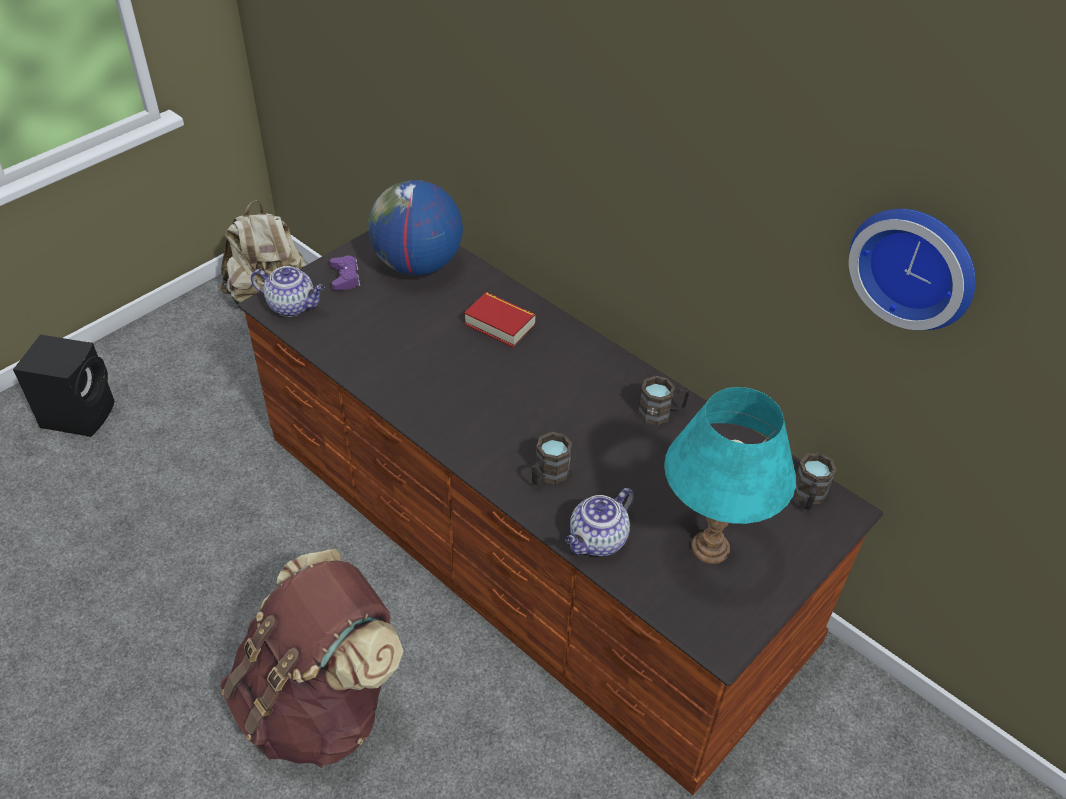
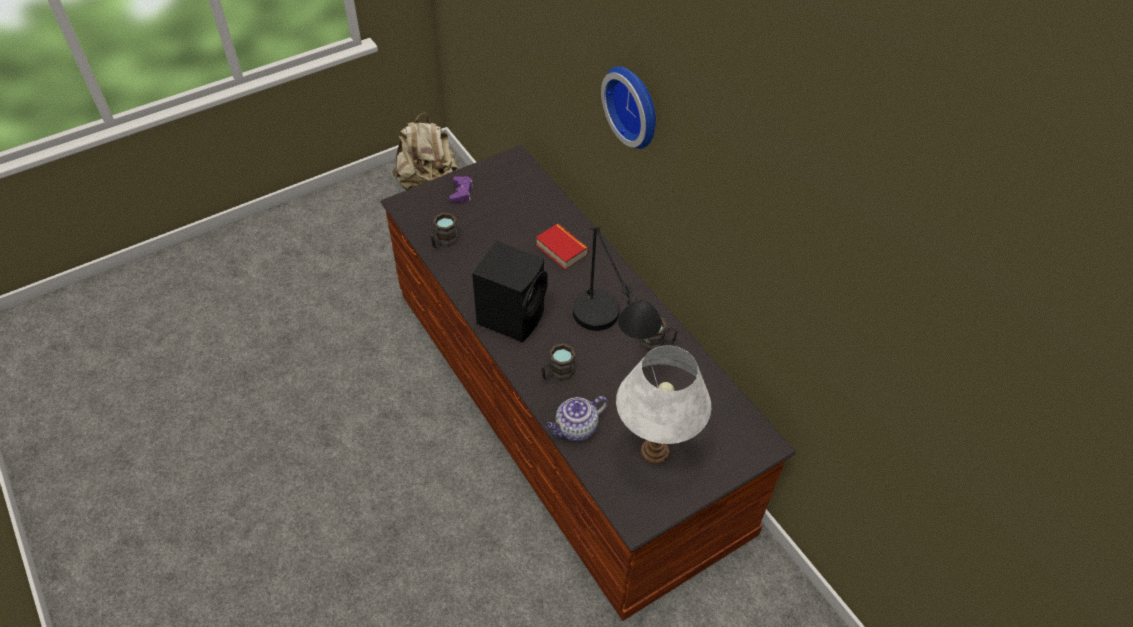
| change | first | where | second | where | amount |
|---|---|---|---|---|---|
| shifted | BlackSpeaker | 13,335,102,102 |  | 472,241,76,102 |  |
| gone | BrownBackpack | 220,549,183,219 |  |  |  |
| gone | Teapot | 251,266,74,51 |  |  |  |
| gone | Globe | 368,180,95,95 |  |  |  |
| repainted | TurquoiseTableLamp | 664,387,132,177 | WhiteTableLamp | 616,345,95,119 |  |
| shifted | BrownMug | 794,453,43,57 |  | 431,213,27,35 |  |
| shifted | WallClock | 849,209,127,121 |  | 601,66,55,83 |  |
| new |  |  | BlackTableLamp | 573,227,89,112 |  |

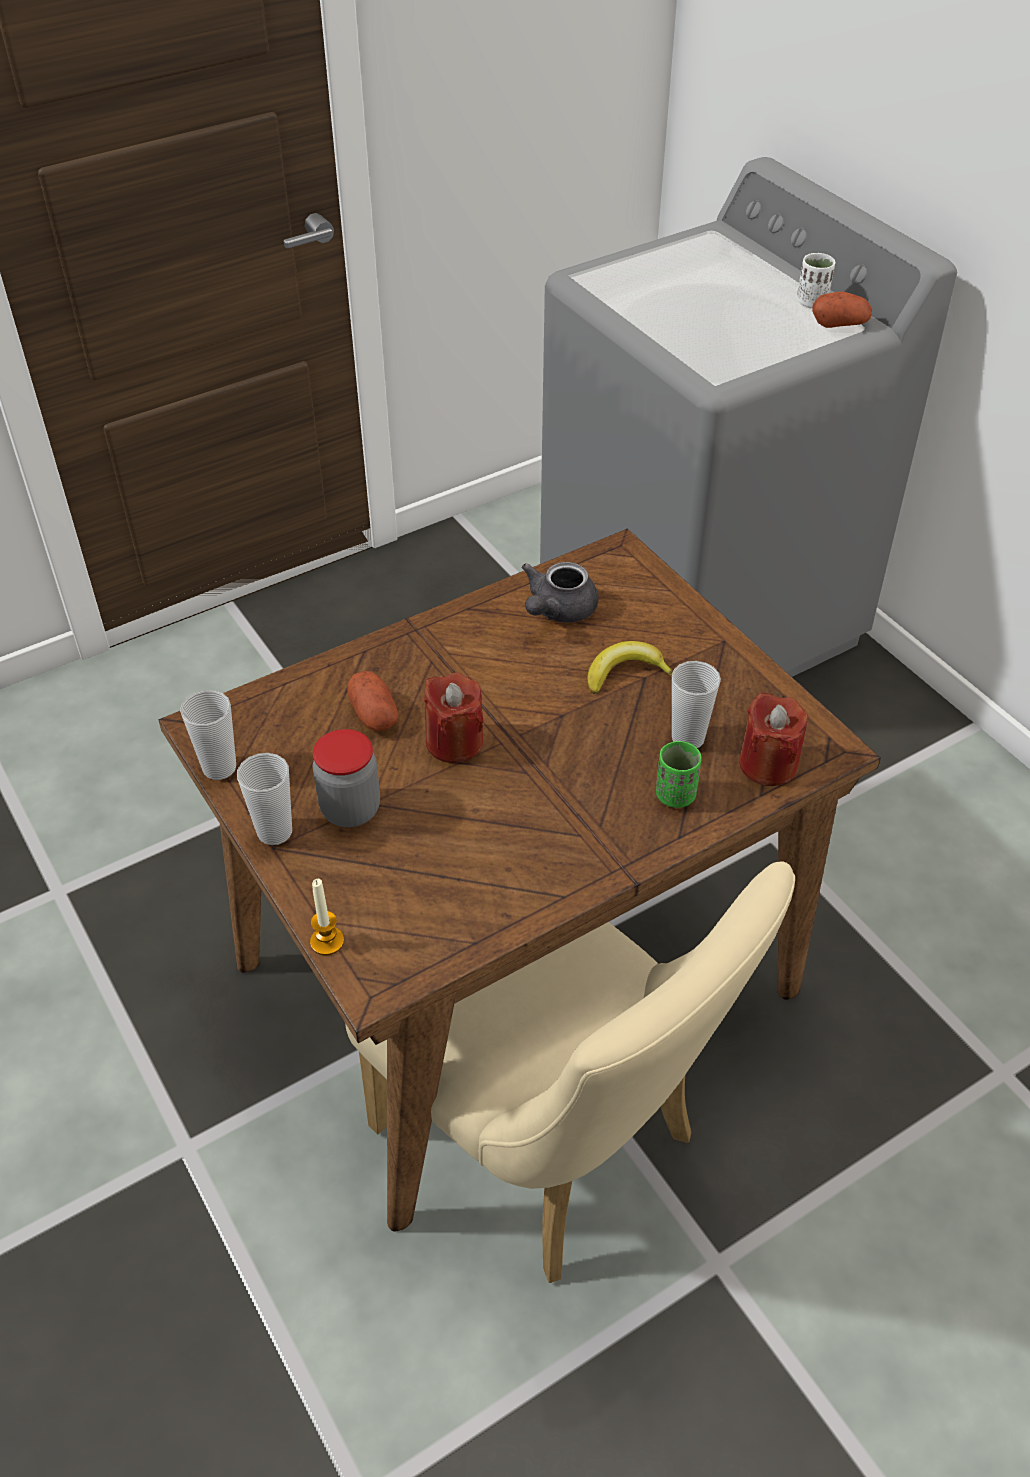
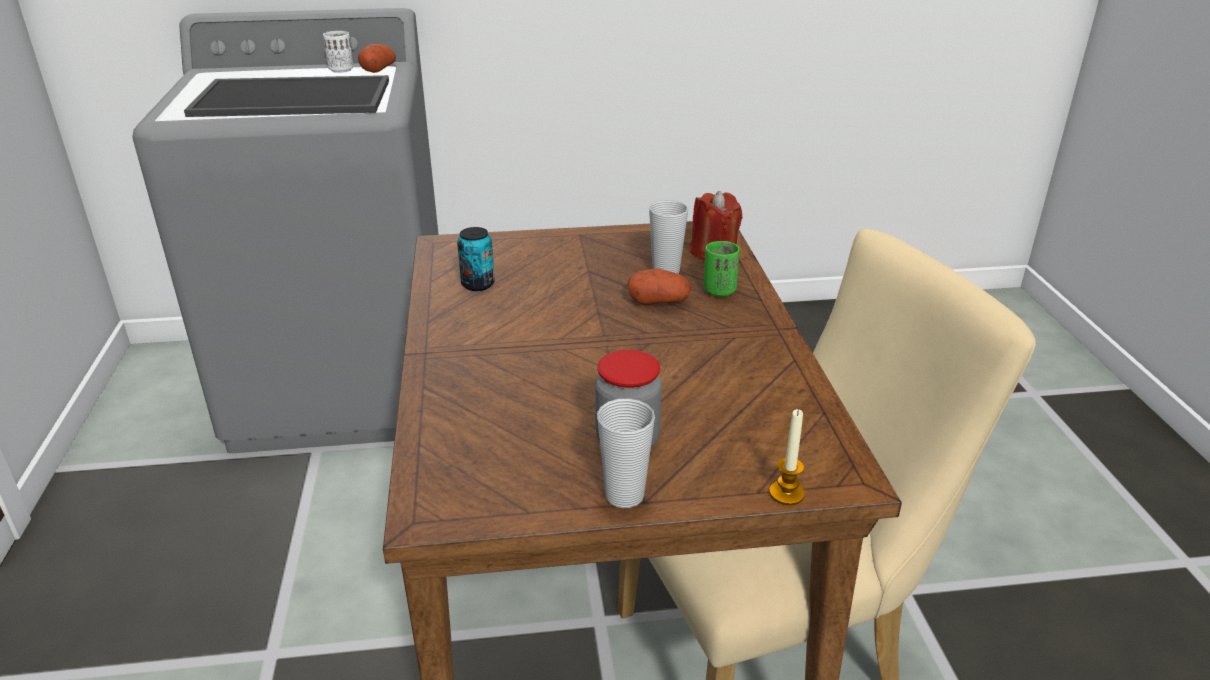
| change | first | where | second | where | amount |
|---|---|---|---|---|---|
| gone | Cup | 180,690,56,90 |  |  |  |
| shifted | Potato | 347,671,51,60 |  | 628,268,63,37 |  |
| gone | RedCandle | 424,673,60,90 |  |  |  |
| swapped | GreyTeapot | 521,562,78,61 | Can | 457,227,38,64 |  |
| gone | Banana | 587,641,86,53 |  |  |  |
| new |  |  | Tray | 184,75,205,42 |  |

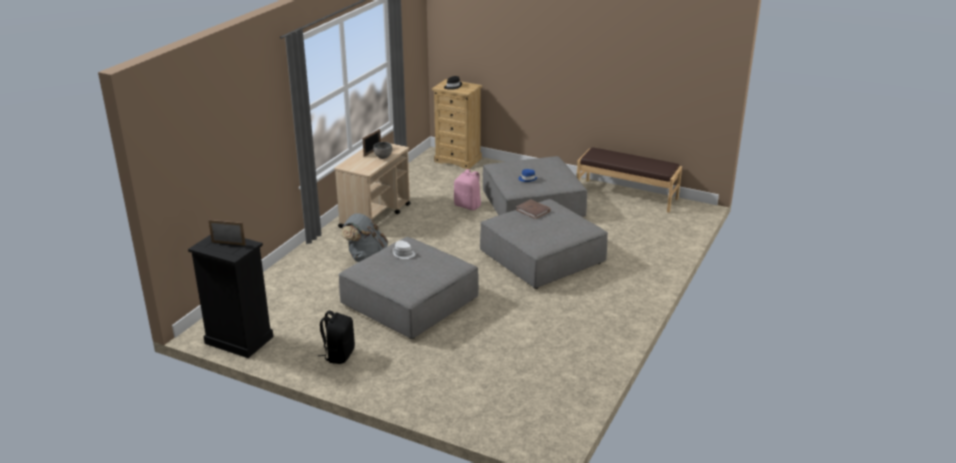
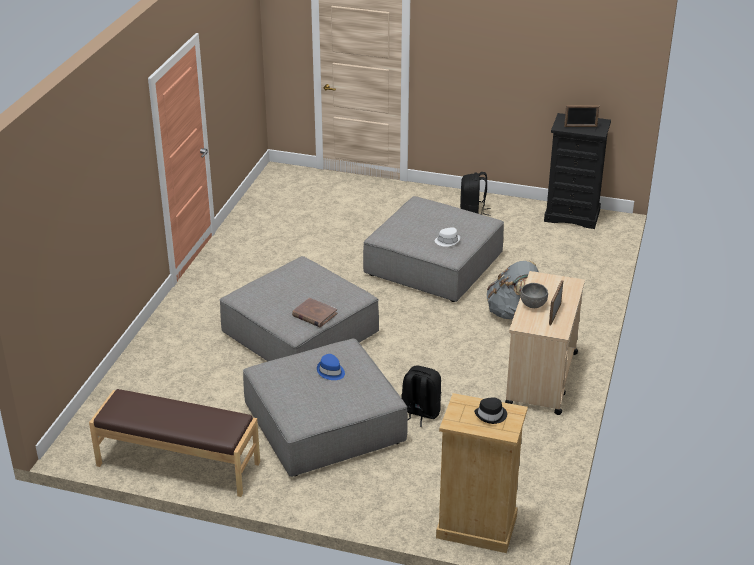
| change | first | where | second | where | amount |
|---|---|---|---|---|---|
| repainted | PinkBackpack | 454,169,27,41 | BlackBackpack | 401,366,40,61 |  |

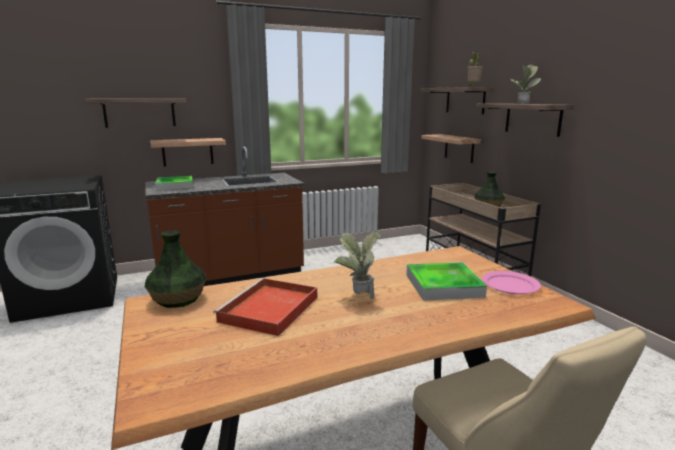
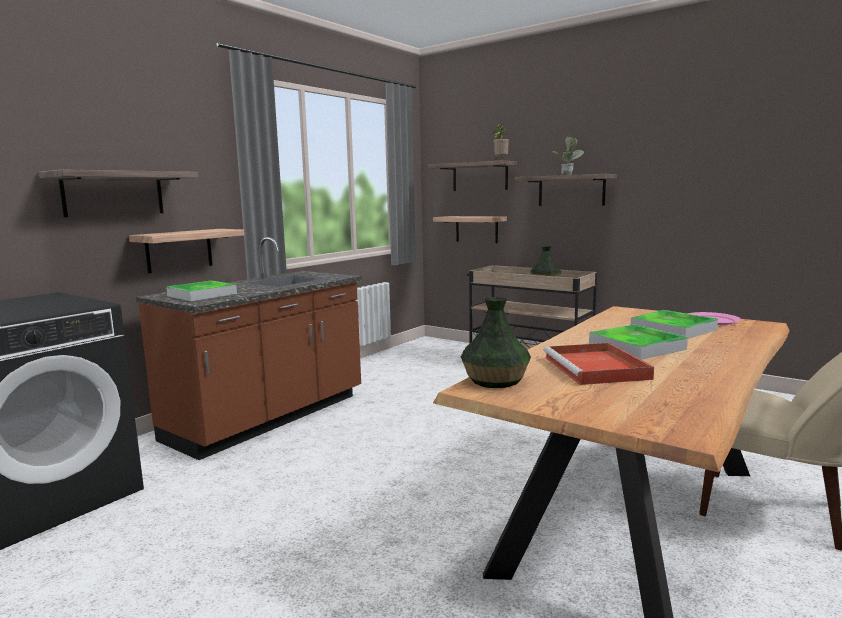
| change | first | where | second | where | amount |
|---|---|---|---|---|---|
| swapped | PottedPlant | 334,232,46,67 | Tray | 589,324,99,36 |  |

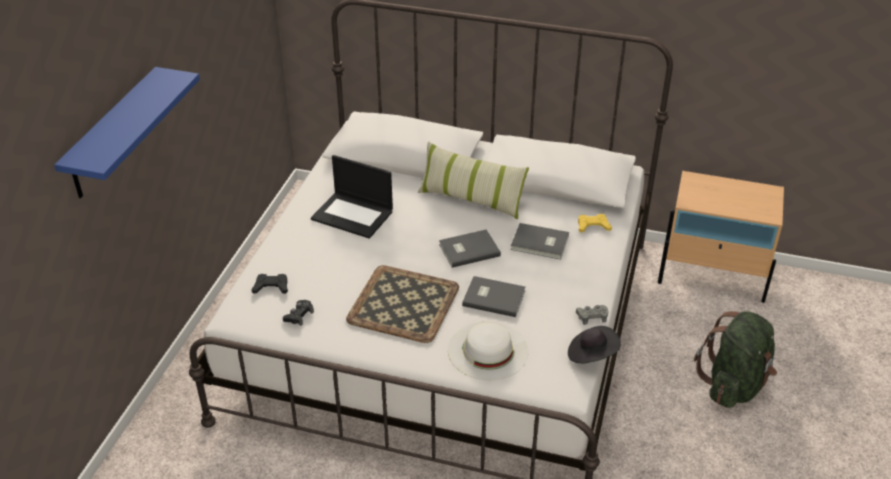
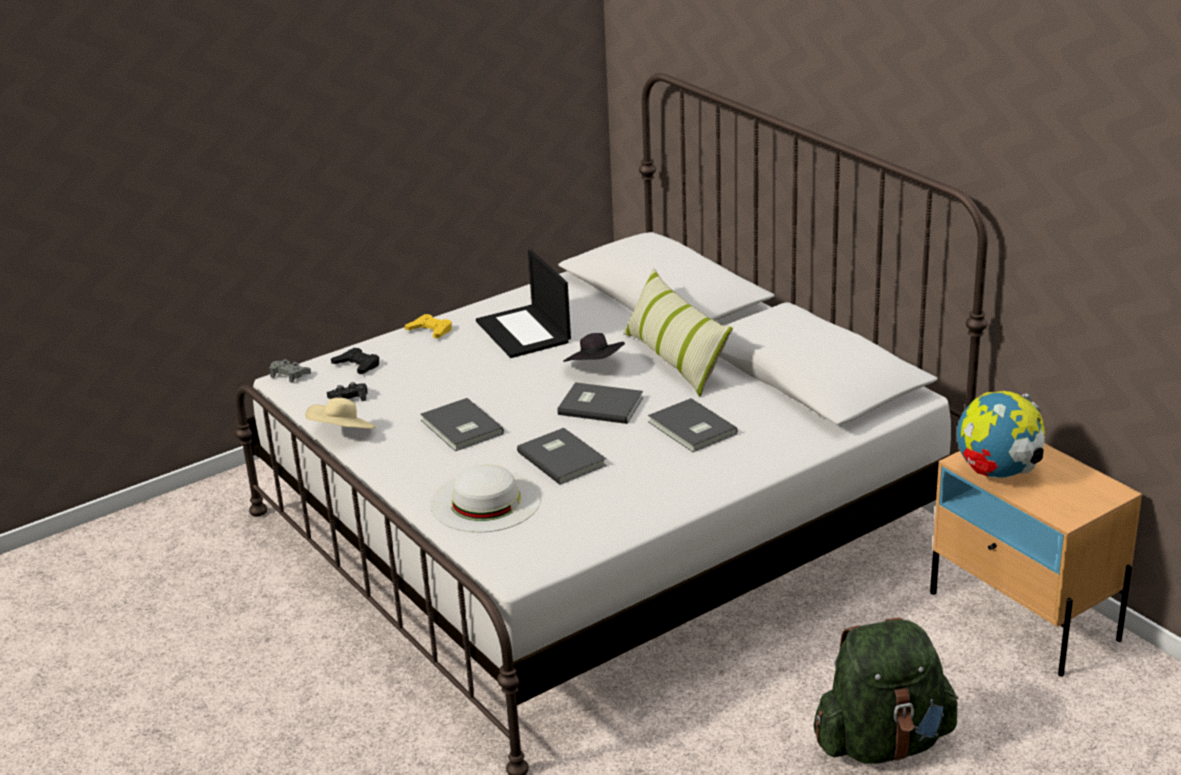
| change | first | where | second | where | amount |
|---|---|---|---|---|---|
| gone | BlueShelf | 54,67,146,131 |  |  |  |
| swapped | Tray | 346,265,113,78 | GreyBook | 420,398,84,53 |  |
| shifted | BlackHat | 568,326,53,37 |  | 563,333,62,29 |  |
| shifted | GreyGameController | 576,305,33,20 |  | 269,359,42,24 |  |
| shifted | YellowGameController | 578,214,34,18 |  | 405,314,47,24 |  |
| new |  |  | BeigeHat | 305,398,71,31 |  |
| new |  |  | Globe | 957,391,88,87 |  |

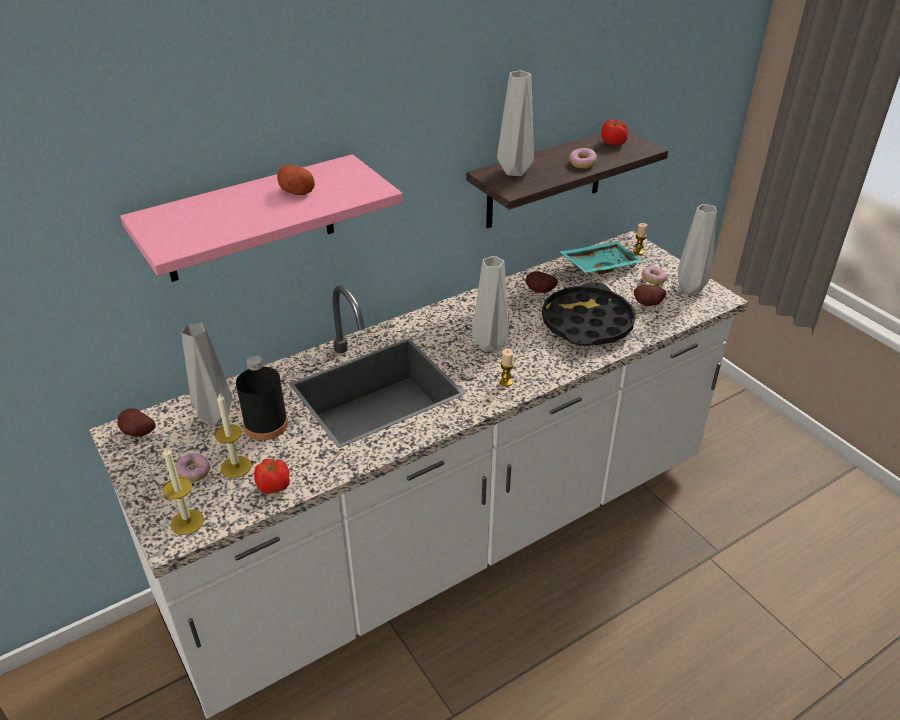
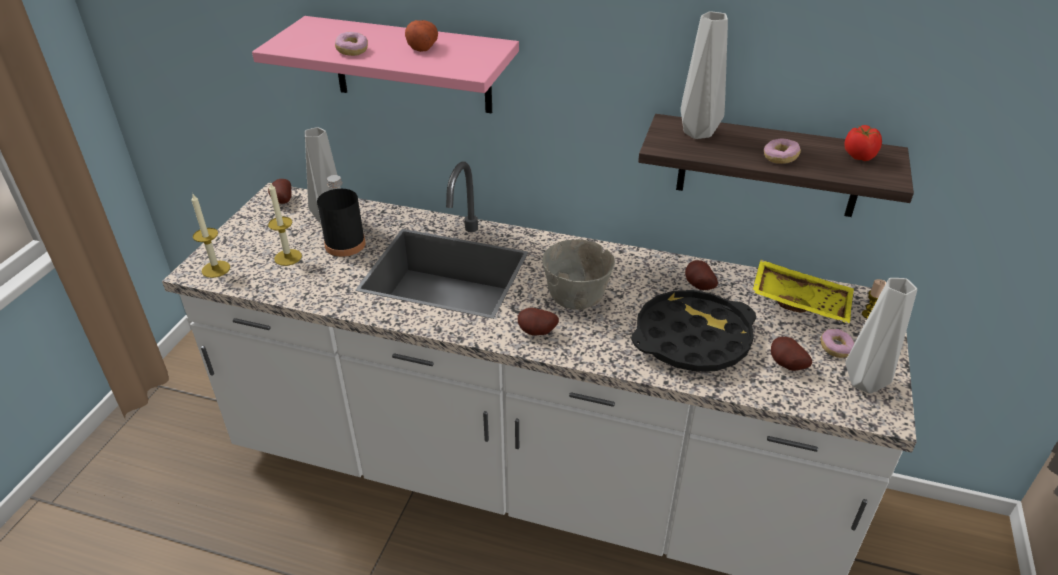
| change | first | where | second | where | amount |
|---|---|---|---|---|---|
| shifted | Donut | 176,453,34,29 |  | 335,32,33,24 |  |
| gone | Tomato | 254,458,36,36 |  |  |  |
| swapped | GreyVase | 472,256,37,96 | GreyBowl | 542,239,73,71 |  |
| swapped | Candle | 500,349,14,37 | Potato | 518,308,41,27 |  |
| repainted | TurquoiseTray | 559,241,85,34 | YellowTray | 752,259,102,65 |  |

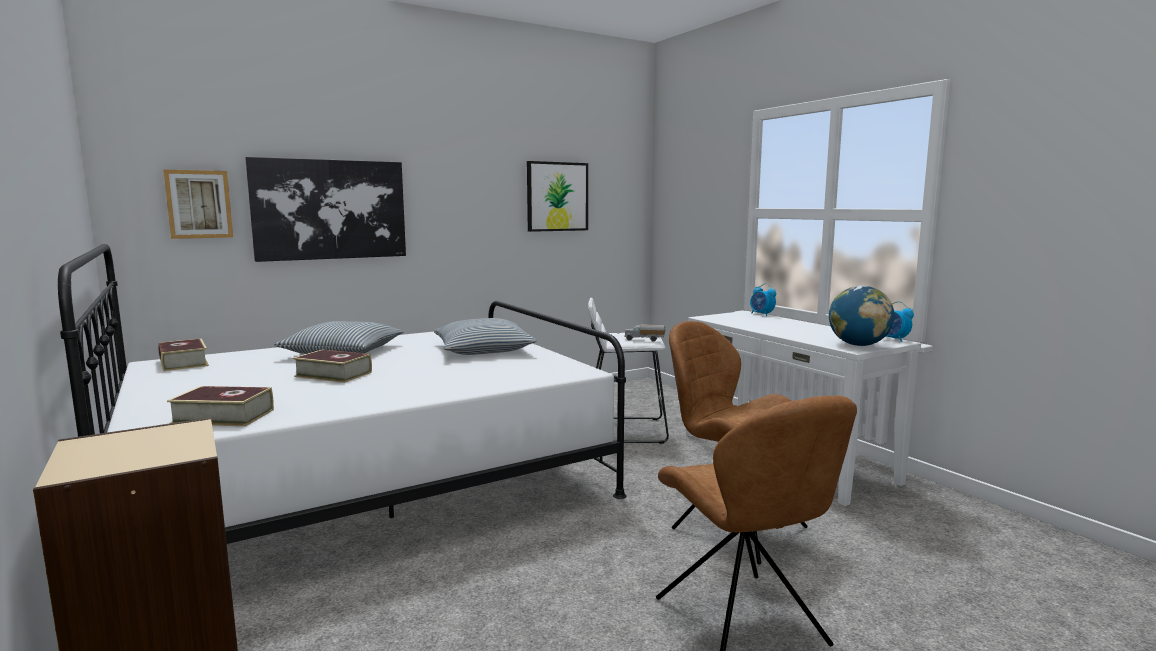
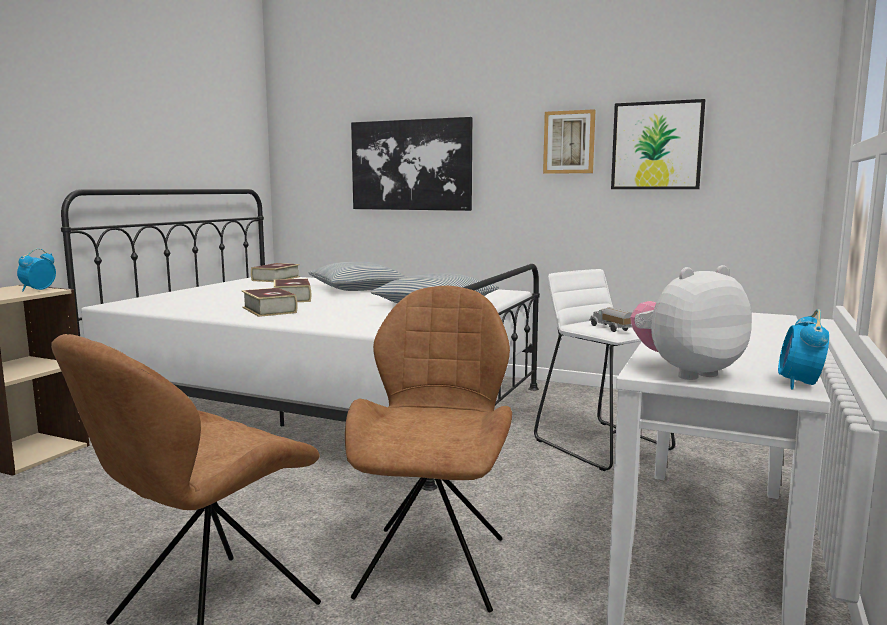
| change | first | where | second | where | amount |
|---|---|---|---|---|---|
| shifted | Picture | 163,170,70,69 |  | 543,109,53,65 |  |
| shifted | Book | 167,386,107,40 |  | 242,288,56,29 |  |
| shifted | AlarmClock | 750,283,26,33 |  | 17,248,39,44 |  |
| swapped | Globe | 829,286,65,60 | PlushToy | 630,265,122,115 |  |

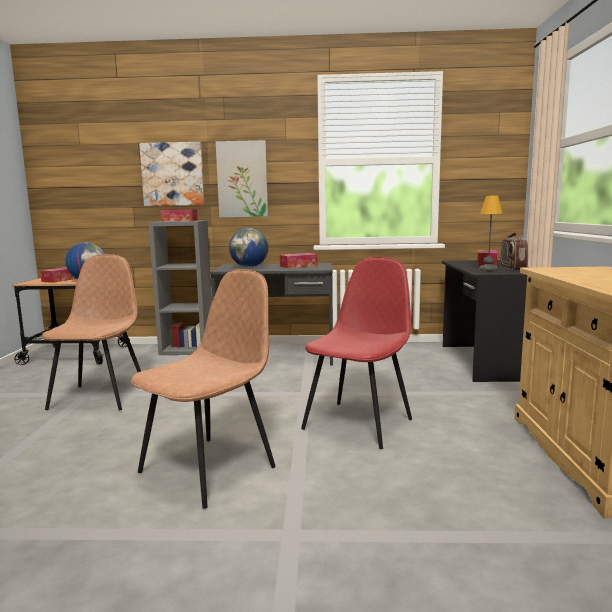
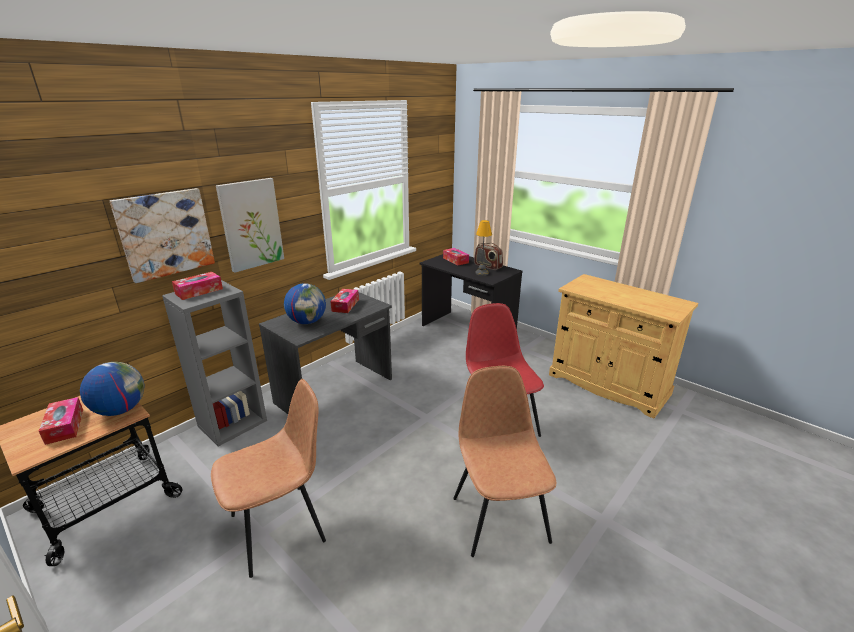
| change | first | where | second | where | amount |
|---|---|---|---|---|---|
| rotated | BrownChair | 42,254,99,157 |  | 211,379,115,199 | 105 degrees clockwise |

